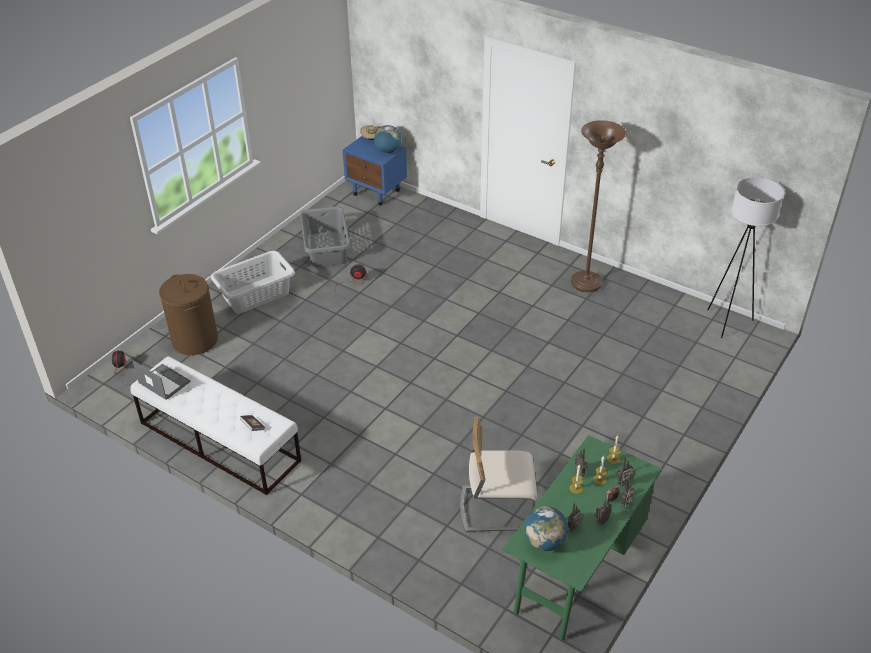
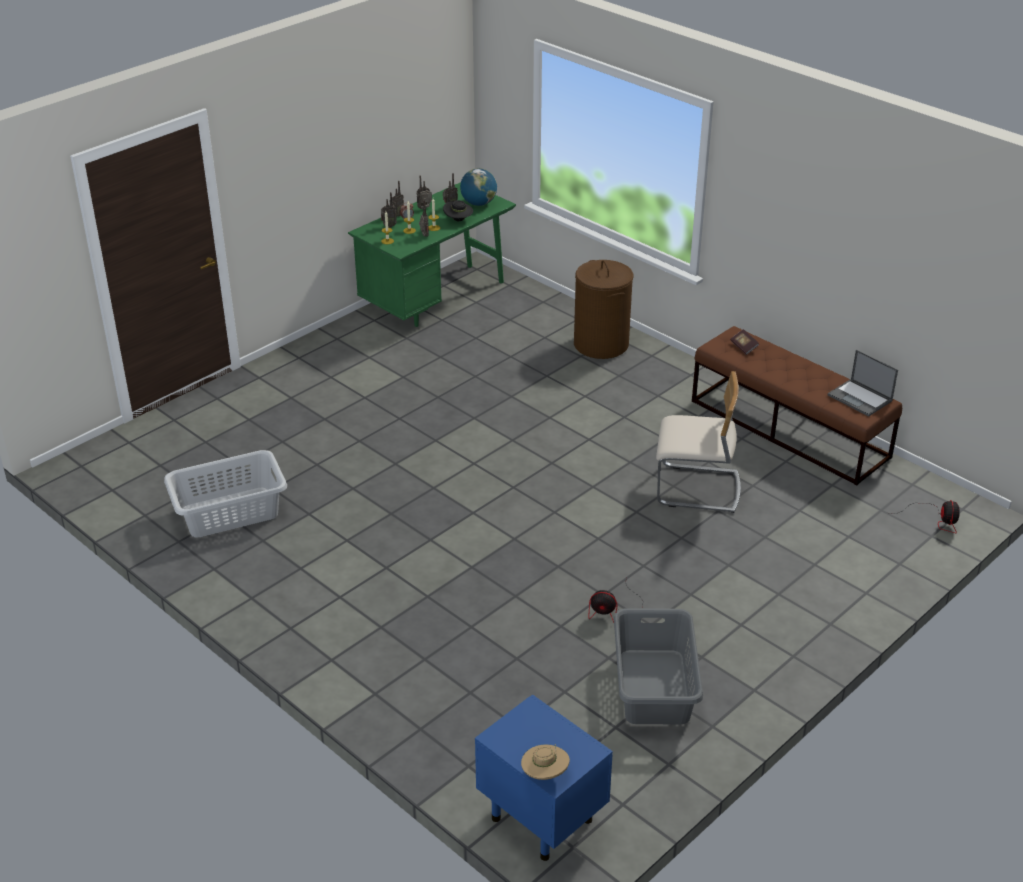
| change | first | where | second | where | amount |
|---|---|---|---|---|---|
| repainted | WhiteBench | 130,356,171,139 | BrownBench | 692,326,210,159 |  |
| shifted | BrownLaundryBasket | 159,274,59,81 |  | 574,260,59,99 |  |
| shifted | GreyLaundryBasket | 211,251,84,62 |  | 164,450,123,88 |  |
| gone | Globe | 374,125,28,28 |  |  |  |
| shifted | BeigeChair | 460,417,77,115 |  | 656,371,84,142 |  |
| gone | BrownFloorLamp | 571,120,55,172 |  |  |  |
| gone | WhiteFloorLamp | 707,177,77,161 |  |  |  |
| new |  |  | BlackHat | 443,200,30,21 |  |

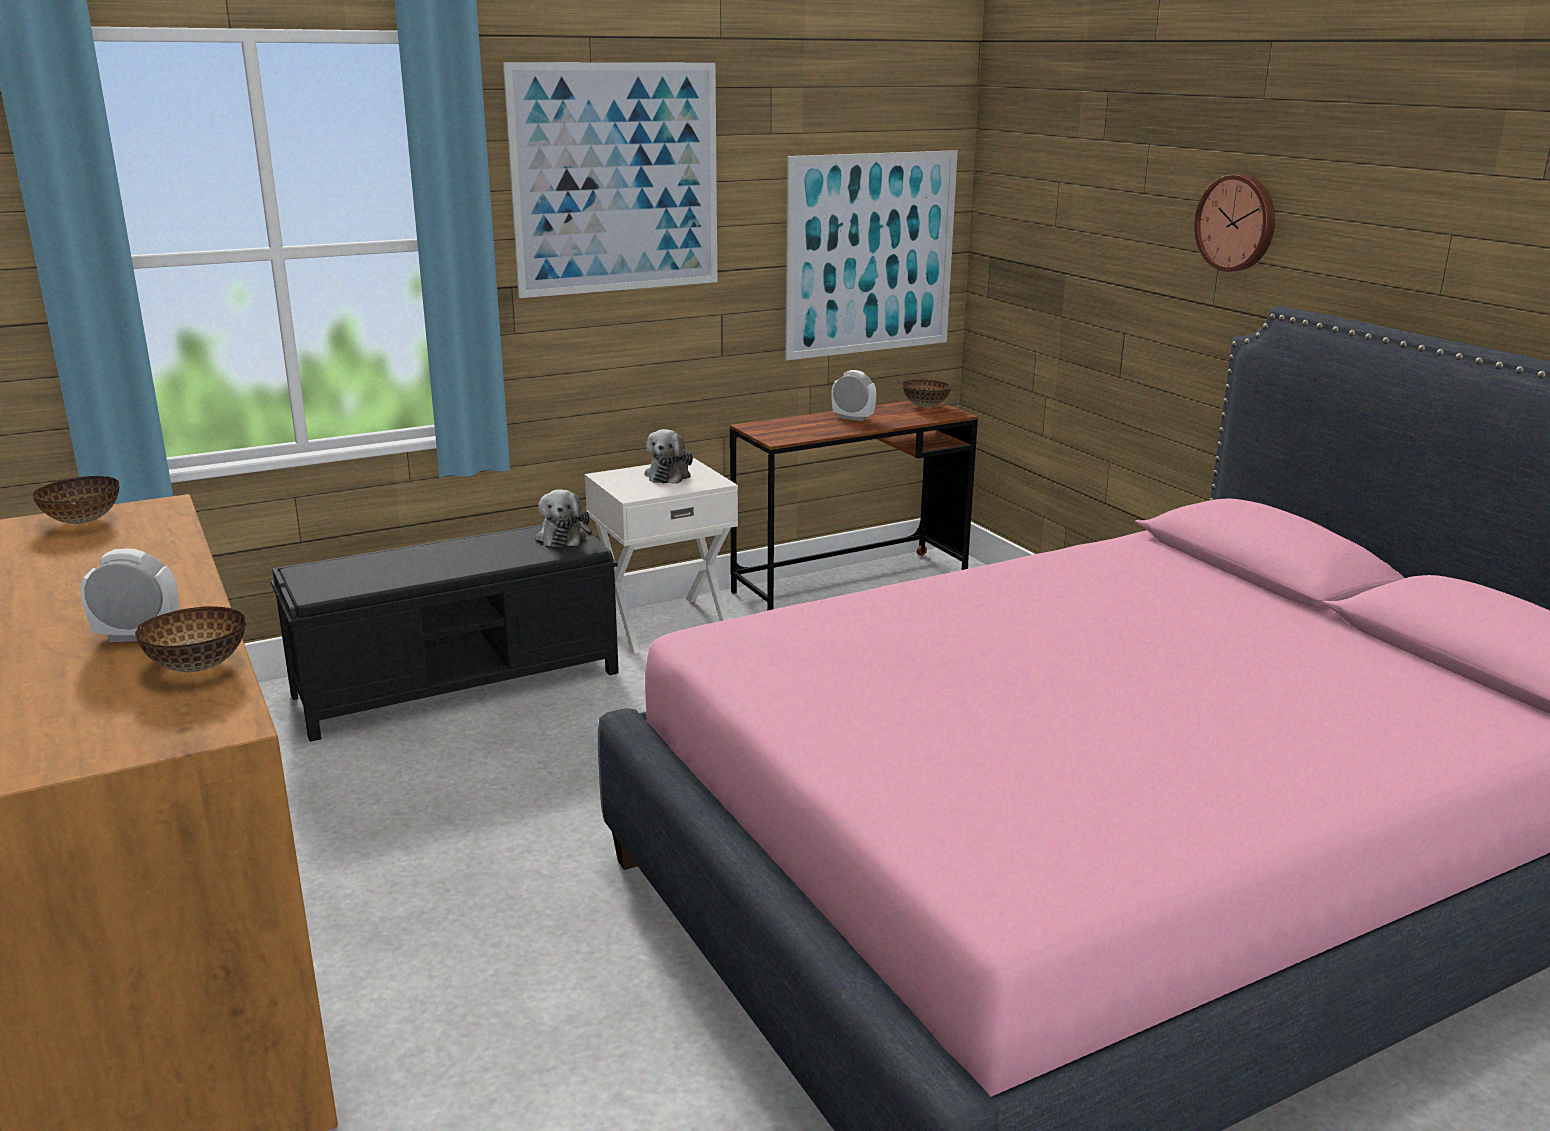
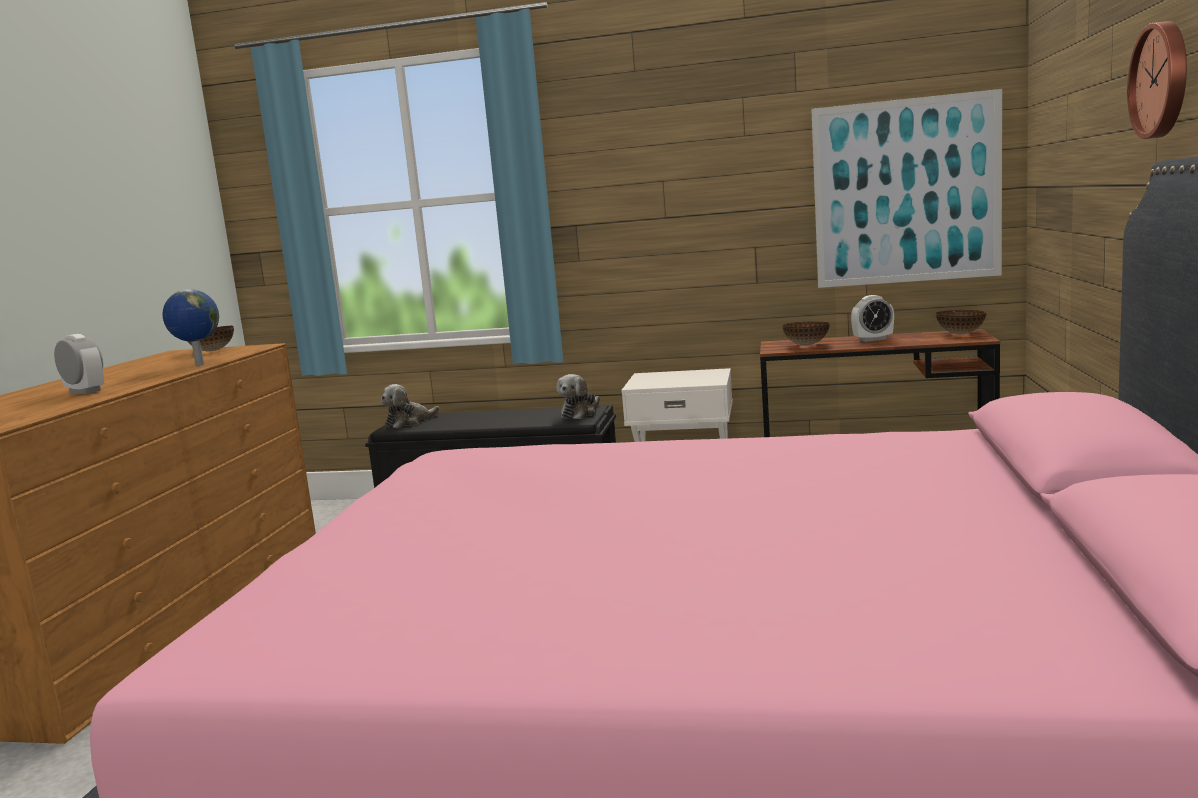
| change | first | where | second | where | amount |
|---|---|---|---|---|---|
| shifted | Bowl | 135,606,111,66 |  | 782,321,48,24 |  |
| gone | Picture | 503,62,214,236 |  |  |  |
| shifted | PlushToy | 645,429,48,55 |  | 381,384,59,44 |  |
| rotated | AlarmClock | 831,370,45,51 |  | 851,295,43,47 | 105 degrees clockwise |
| new |  |  | Globe | 162,289,57,77 |  |

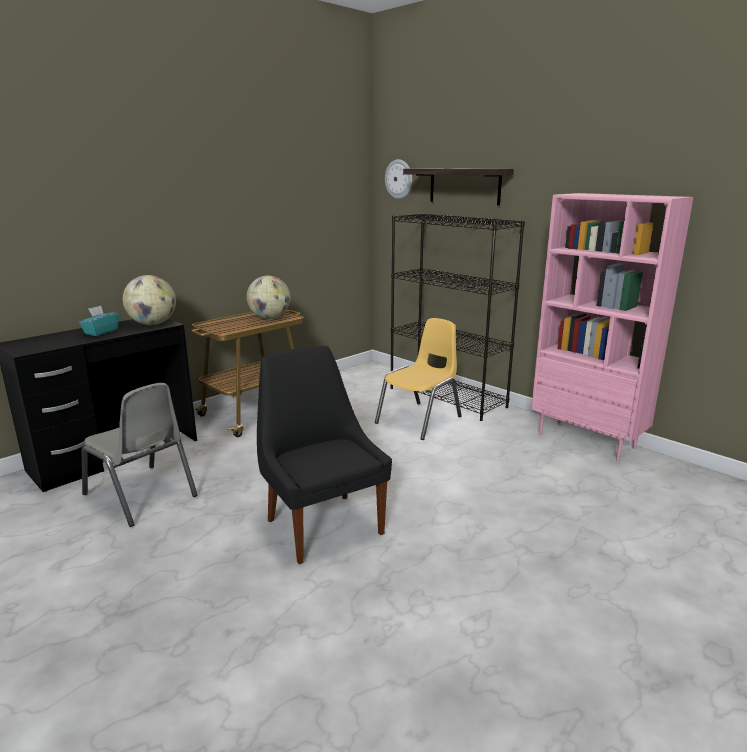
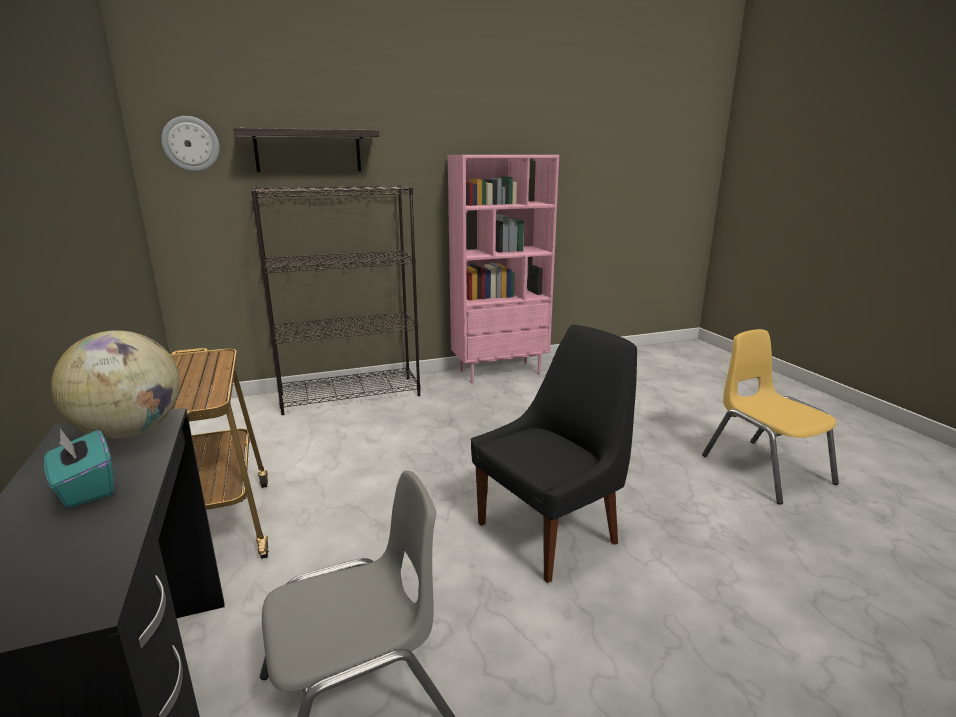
| change | first | where | second | where | amount |
|---|---|---|---|---|---|
| gone | Globe | 247,276,43,43 |  |  |  |
| rotated | BlackChair | 257,346,135,218 |  | 471,325,166,258 | 150 degrees clockwise |
| shifted | YellowChair | 375,318,87,122 |  | 702,329,137,175 |  |

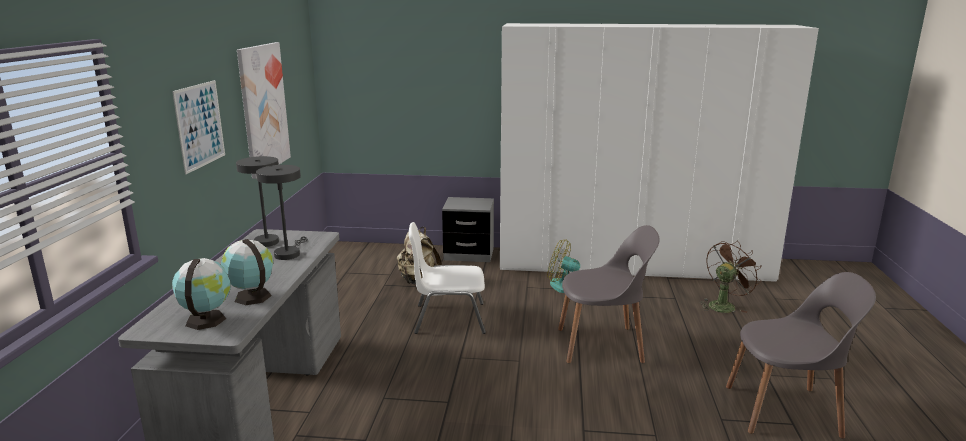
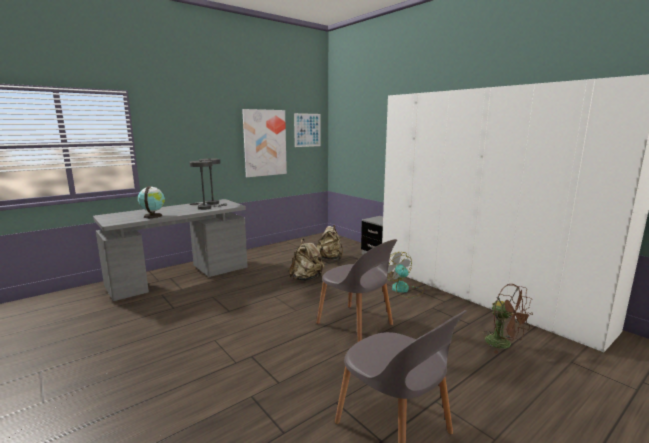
| change | first | where | second | where | amount |
|---|---|---|---|---|---|
| shifted | Picture | 172,80,53,95 |  | 294,113,27,34 |  |
| gone | Globe | 172,258,59,72 |  |  |  |
| swapped | WhiteChair | 408,222,78,112 | BeigeBackpack | 289,239,35,42 |  |
| rotated | BrownFan | 700,241,62,72 |  | 484,284,49,70 | 45 degrees clockwise |

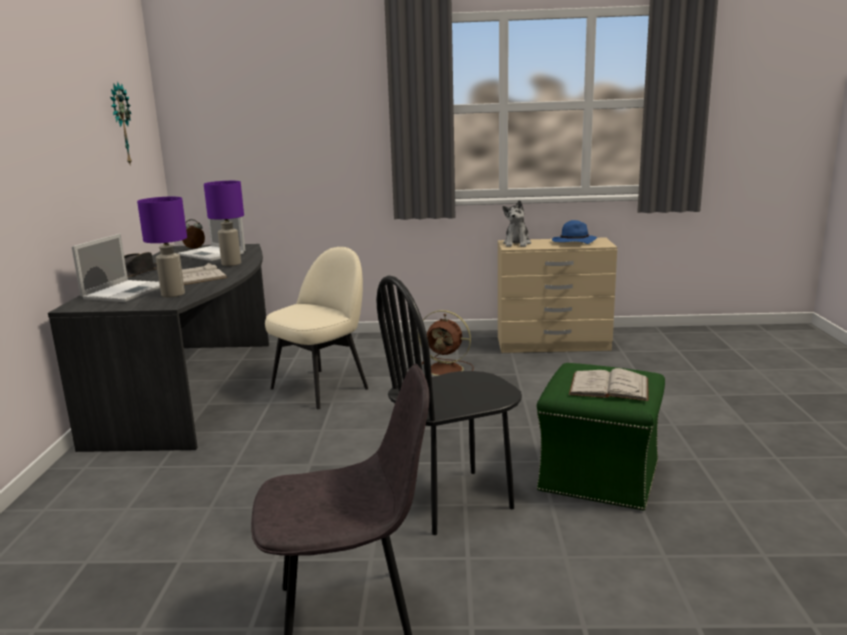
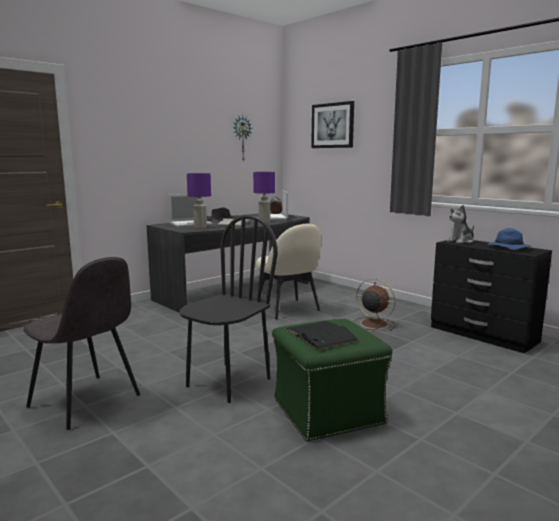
| change | first | where | second | where | amount |
|---|---|---|---|---|---|
| rotated | BeigeChair | 265,247,103,162 |  | 256,224,65,96 | 60 degrees clockwise |
| rotated | BlackChair | 376,275,146,260 |  | 179,214,99,189 | 105 degrees clockwise |
| rotated | BrownFan | 418,310,55,66 |  | 353,278,43,53 | 150 degrees clockwise |
| repainted | BeigeDresser | 498,237,119,116 | BlackDresser | 431,240,121,113 |  |
| repainted | WhiteBook | 569,368,80,33 | BlackBook | 286,321,73,29 |  |
| new |  |  | Picture | 311,101,43,47 |  |

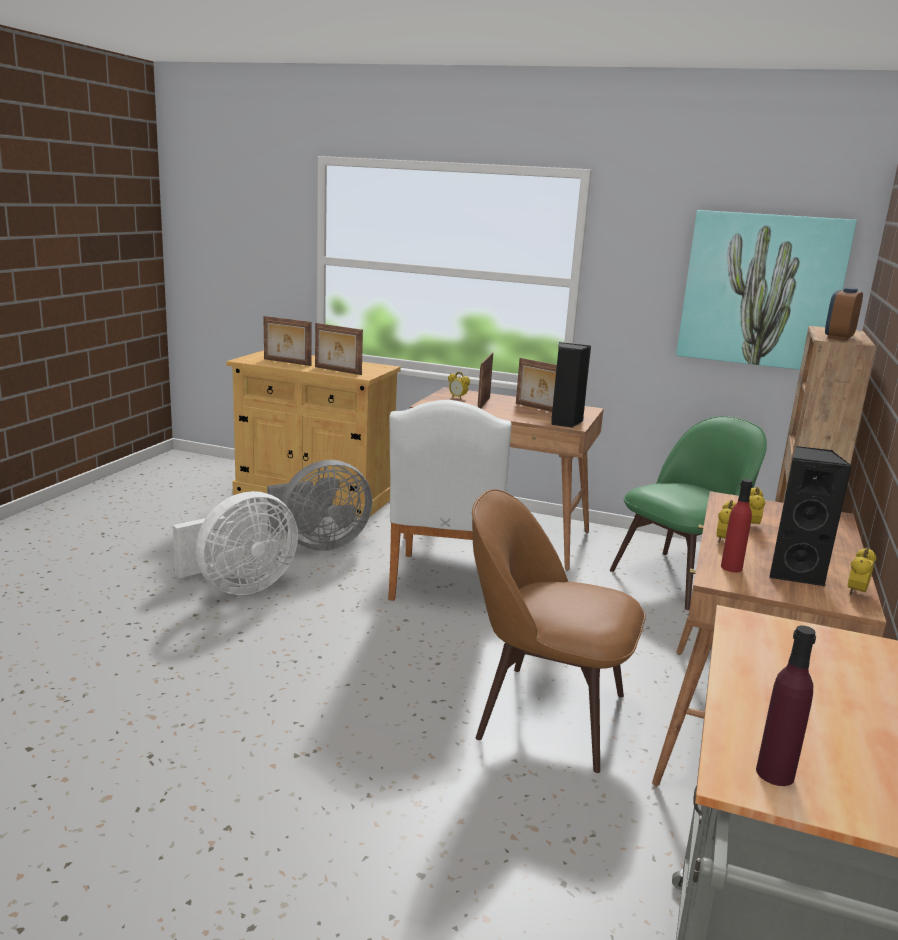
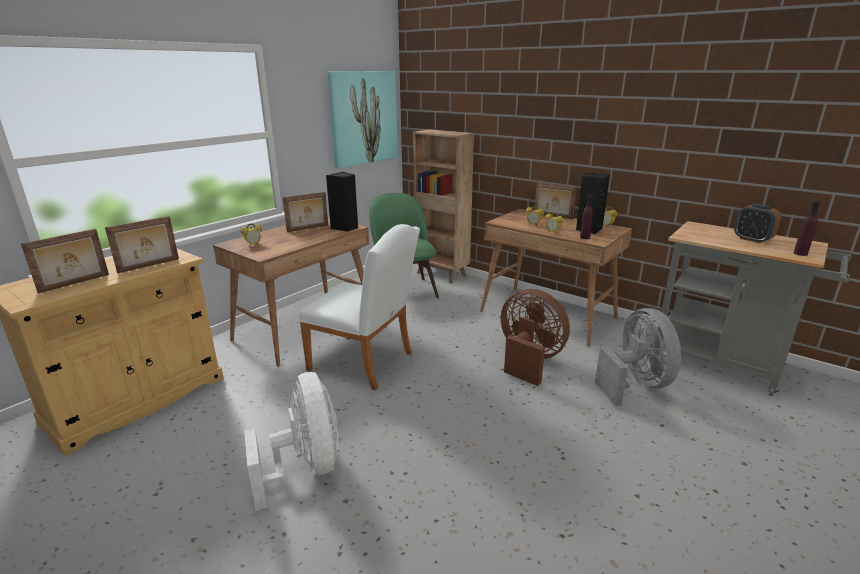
| change | first | where | second | where | amount |
|---|---|---|---|---|---|
| shifted | GreyFan | 267,460,105,91 |  | 595,308,86,98 |  |
| swapped | BrownChair | 472,489,174,284 | BrownFan | 501,289,69,97 |  |
| shifted | PictureFrame | 478,352,15,56 |  | 535,182,42,37 |  |
| repainted | RedBottle | 721,479,32,93 | PurpleBottle | 580,195,13,44 |  |
| shifted | AlarmClock | 825,287,38,54 |  | 734,203,47,40 |  |

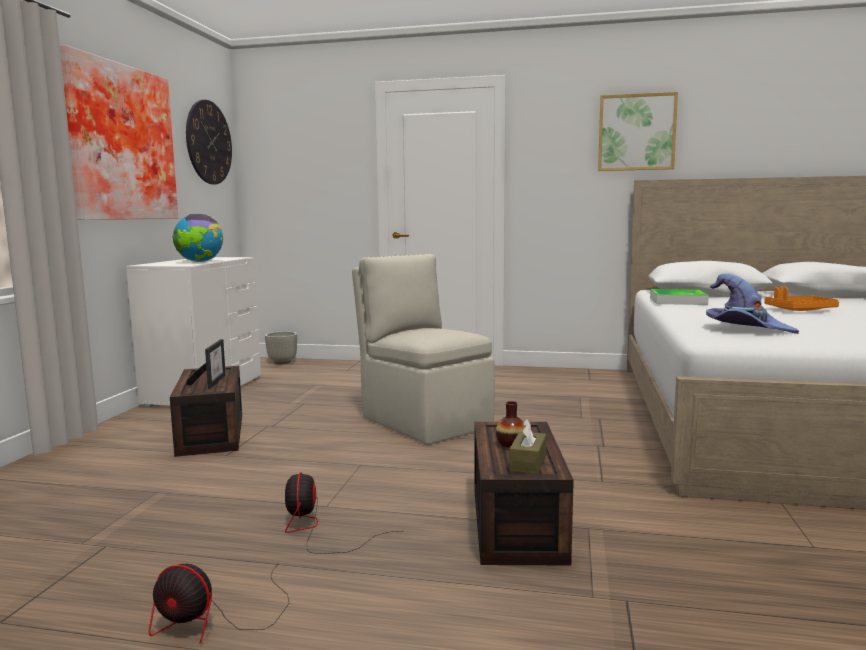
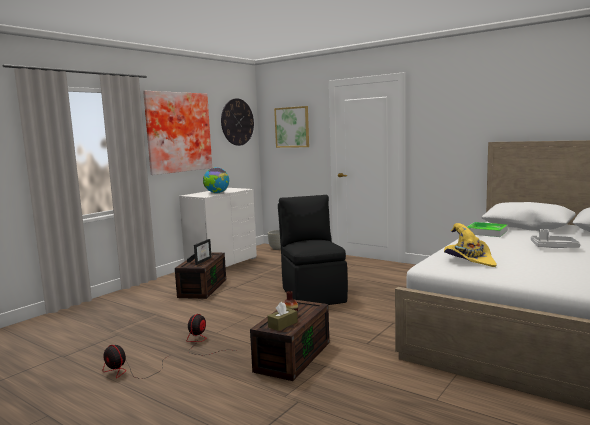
| change | first | where | second | where | amount |
|---|---|---|---|---|---|
| repainted | BeigeChair | 352,253,143,192 | BlackChair | 278,195,70,110 |  |
| shifted | Picture | 598,92,80,79 |  | 274,106,35,42 |  |
| repainted | PurpleHat | 706,273,93,61 | YellowHat | 444,223,53,44 |  |
| repainted | OrangeTray | 764,287,75,24 | GreyTray | 531,229,49,19 |  |

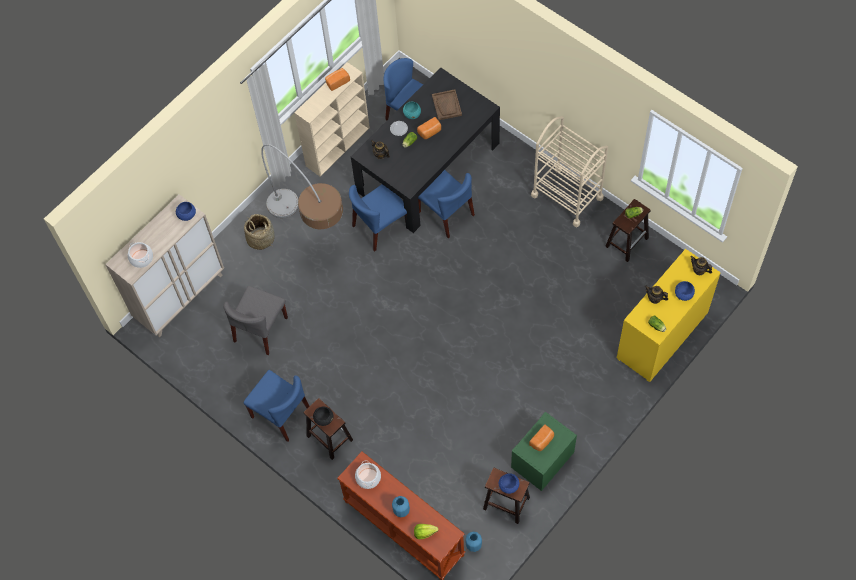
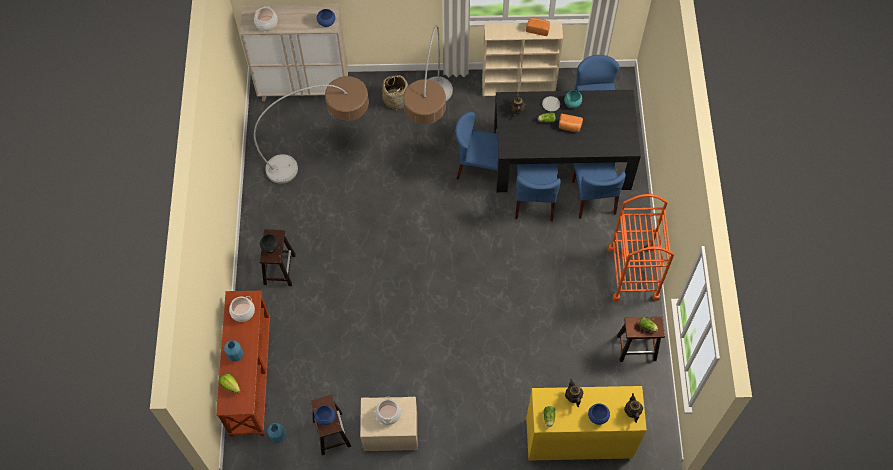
| change | first | where | second | where | amount |
|---|---|---|---|---|---|
| swapped | GreyChair | 223,286,65,69 | FloorLamp | 254,76,115,108 |  |
| shifted | BlueChair | 244,370,65,72 |  | 572,162,54,57 |  |
| gone | BrownTray | 432,89,30,31 |  |  |  |
| repainted | GreenNightstand | 511,412,66,79 | BeigeNightstand | 360,397,57,54 |  |
| swapped | Bread | 529,424,25,27 | CookingPot | 375,397,26,28 |  |
| repainted | BeigeCart | 531,116,77,111 | OrangeCart | 608,194,66,108 |  |

